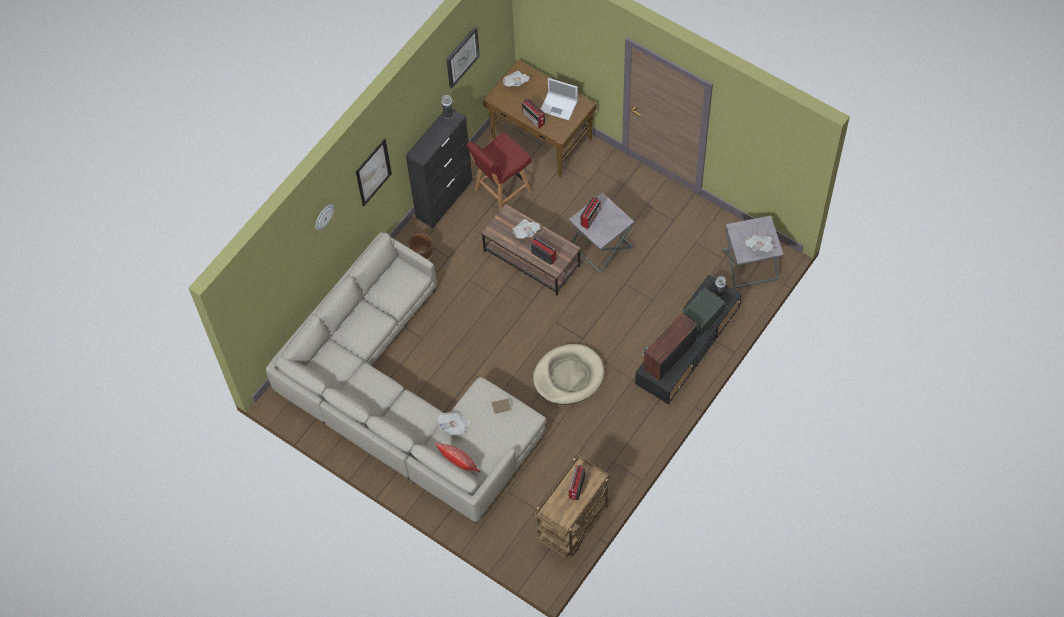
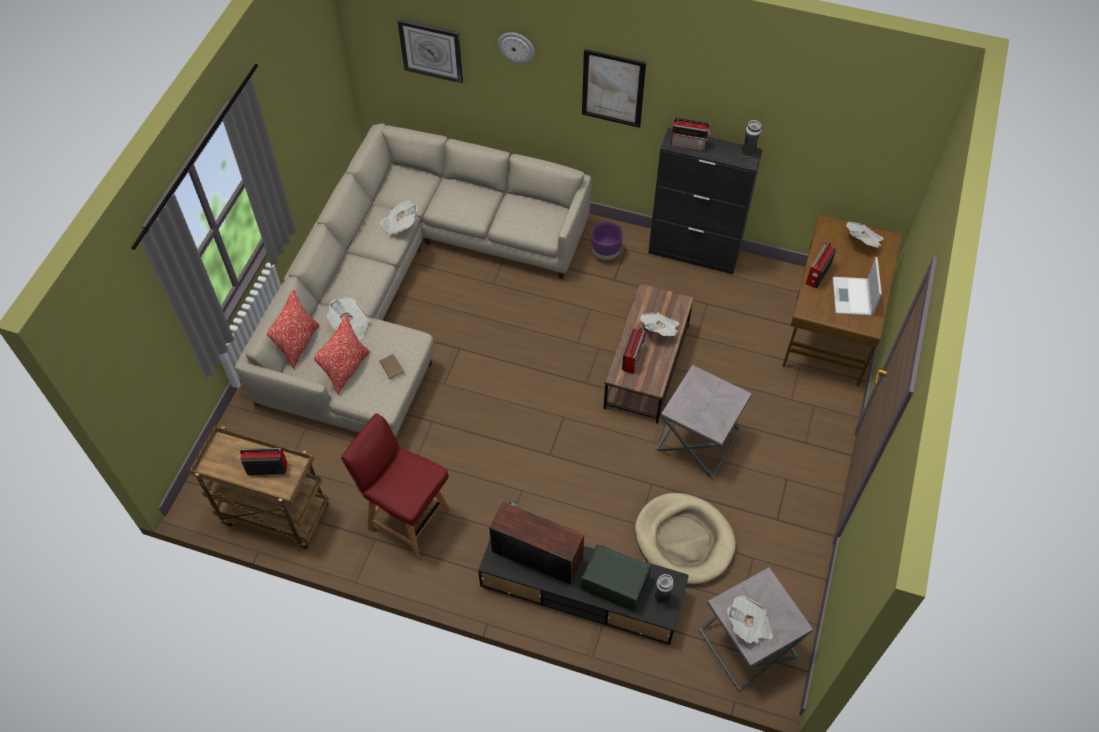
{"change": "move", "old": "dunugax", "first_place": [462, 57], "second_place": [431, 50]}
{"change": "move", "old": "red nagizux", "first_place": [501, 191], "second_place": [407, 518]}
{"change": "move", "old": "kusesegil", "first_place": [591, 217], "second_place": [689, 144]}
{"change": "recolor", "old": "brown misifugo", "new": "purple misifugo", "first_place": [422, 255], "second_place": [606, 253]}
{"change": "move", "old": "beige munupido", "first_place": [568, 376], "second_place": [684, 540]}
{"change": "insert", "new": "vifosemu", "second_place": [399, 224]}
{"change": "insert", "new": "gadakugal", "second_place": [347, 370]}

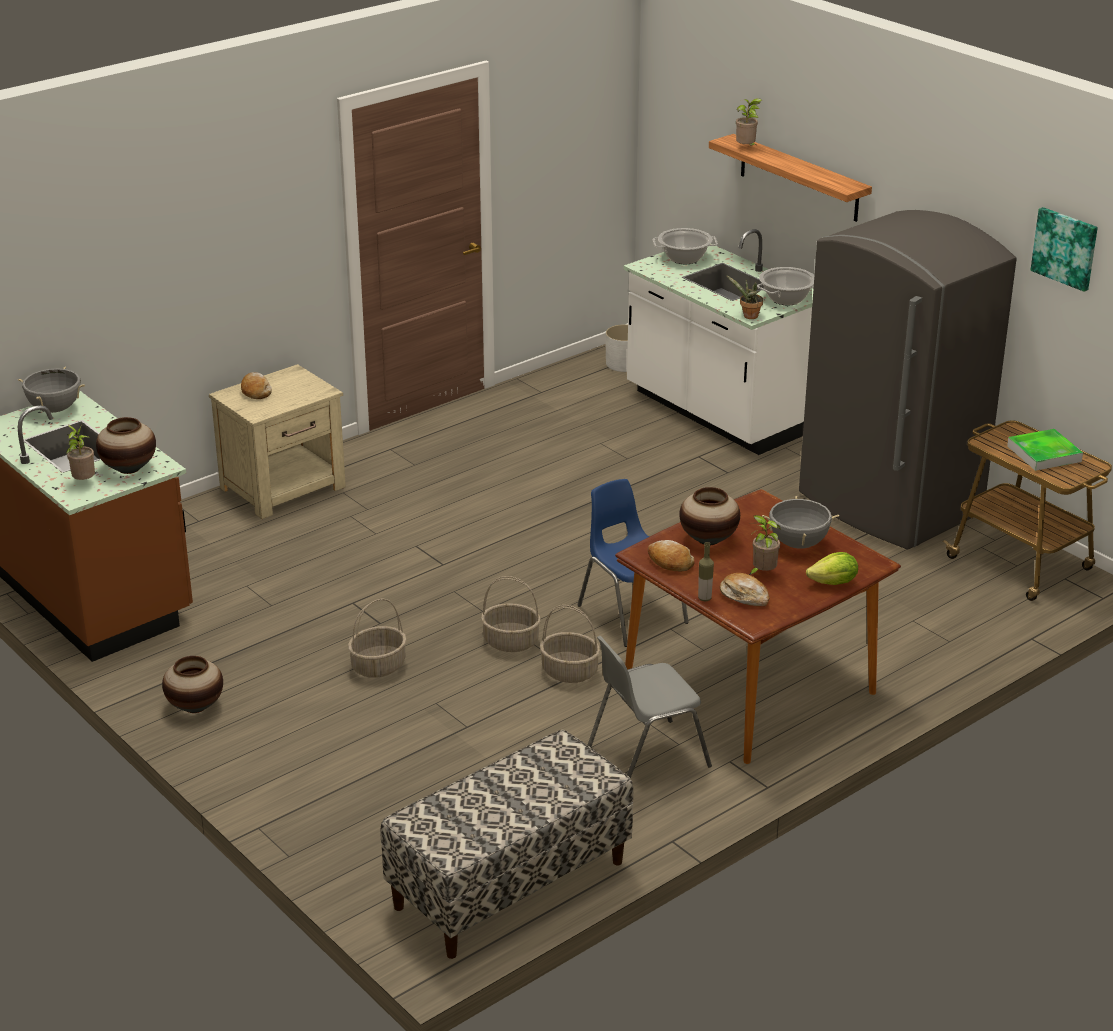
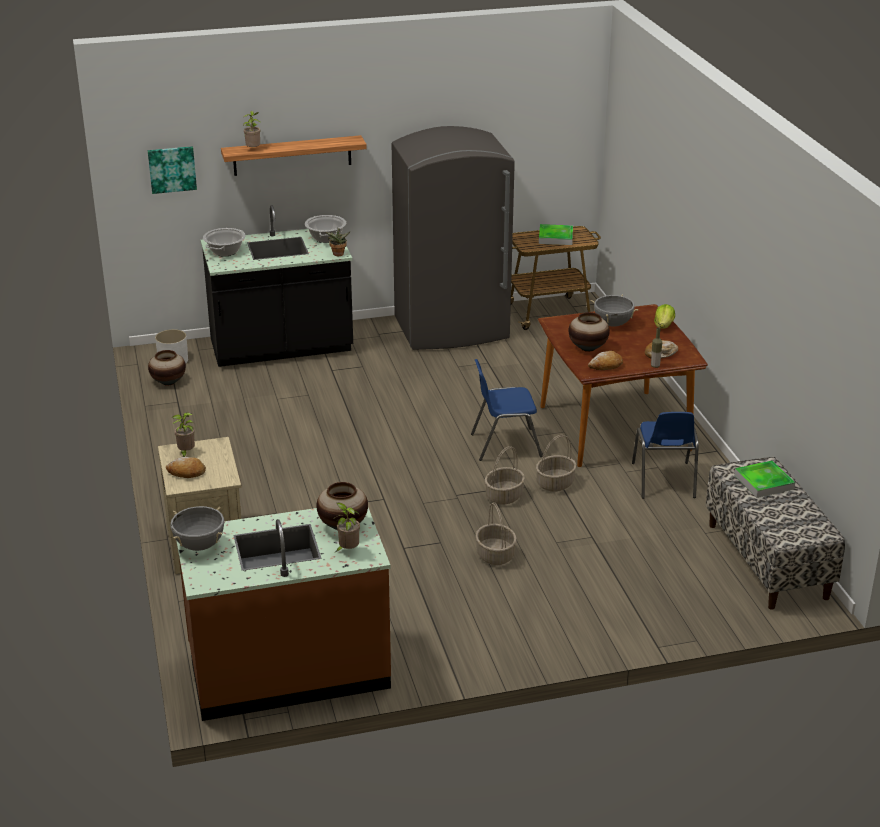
{"change": "move", "old": "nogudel", "first_place": [1065, 248], "second_place": [172, 169]}
{"change": "recolor", "old": "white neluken", "new": "black neluken", "first_place": [718, 412], "second_place": [281, 347]}
{"change": "move", "old": "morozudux", "first_place": [762, 573], "second_place": [186, 453]}
{"change": "recolor", "old": "grey nagizux", "new": "blue nagizux", "first_place": [646, 756], "second_place": [663, 481]}
{"change": "move", "old": "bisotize", "first_place": [195, 706], "second_place": [168, 382]}
{"change": "insert", "new": "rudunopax", "second_place": [764, 482]}

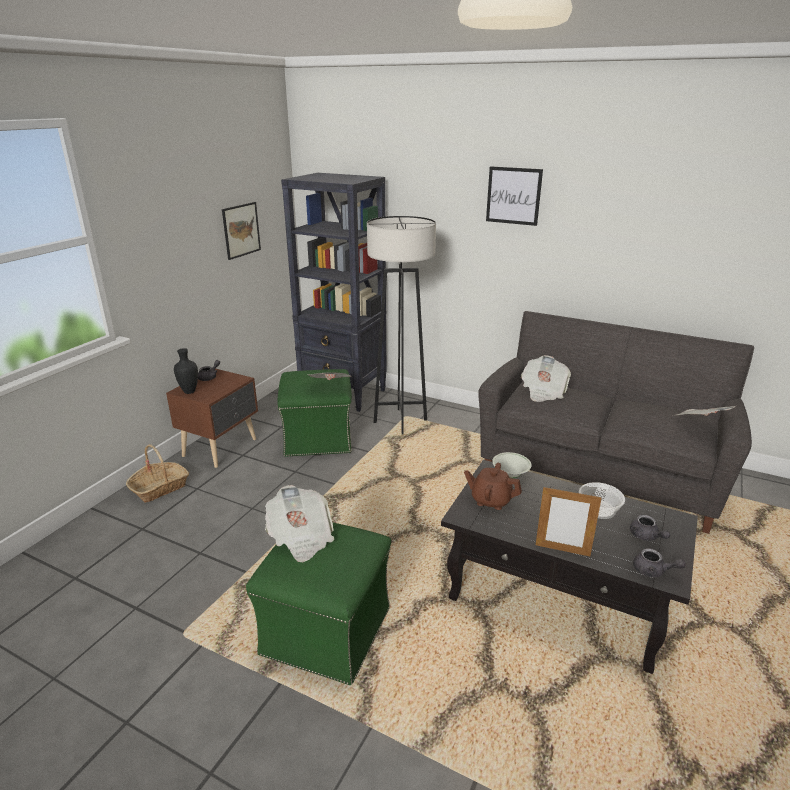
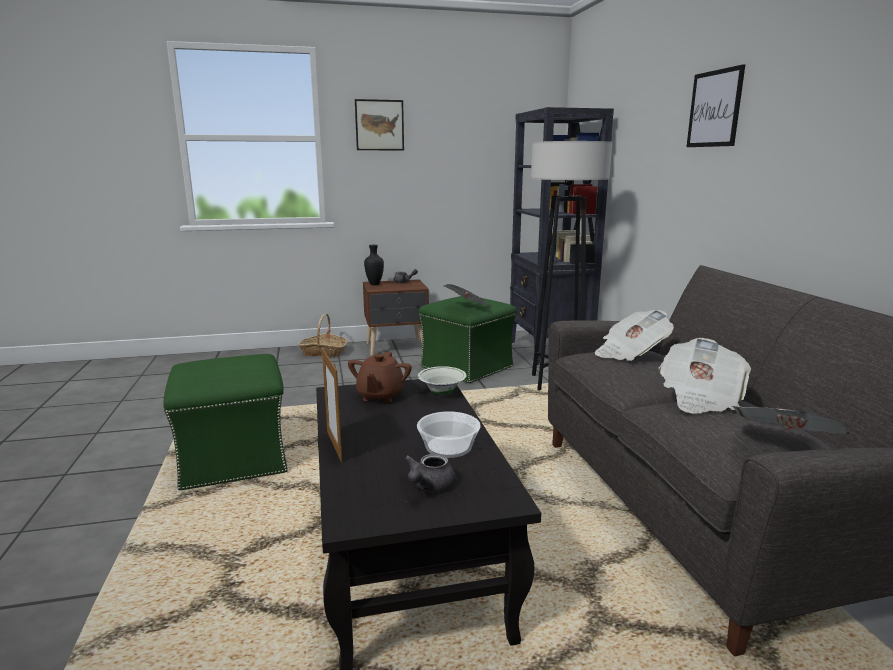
{"change": "move", "old": "nogudel", "first_place": [241, 230], "second_place": [379, 125]}
{"change": "rotate", "old": "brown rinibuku", "first_place": [490, 500], "second_place": [380, 396], "degrees": -150}
{"change": "move", "old": "vifosemu", "first_place": [301, 537], "second_place": [700, 398]}
{"change": "delete", "old": "grey rinibuku", "first_place": [653, 571]}

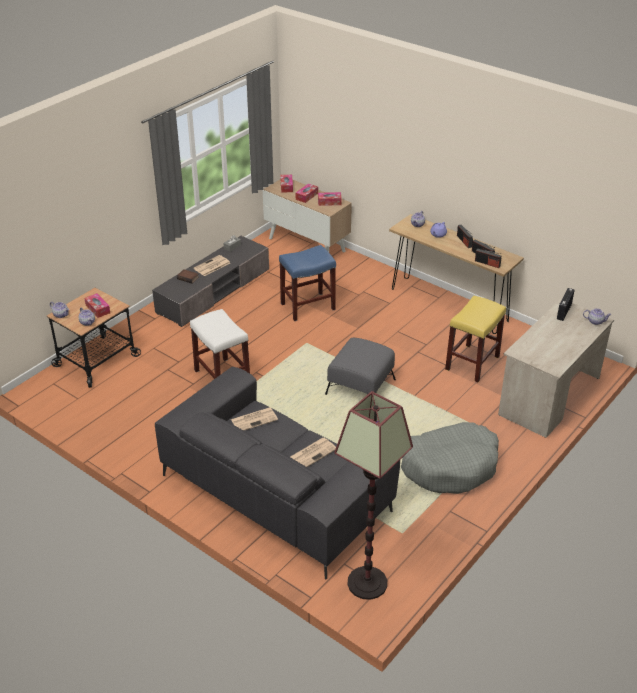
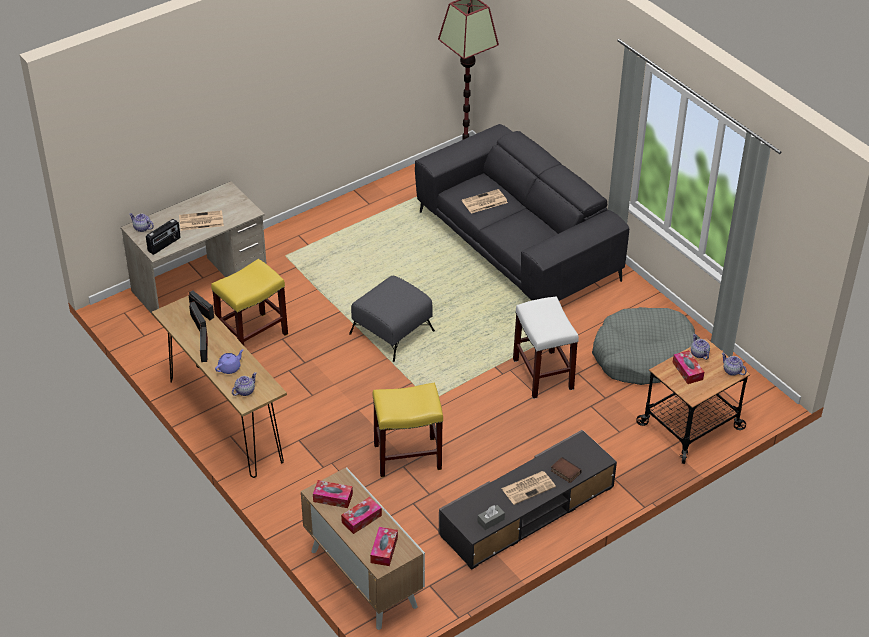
{"change": "recolor", "old": "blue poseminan", "new": "yellow poseminan", "first_place": [308, 306], "second_place": [407, 457]}
{"change": "move", "old": "vifosemu", "first_place": [254, 419], "second_place": [200, 221]}
{"change": "move", "old": "grey munupido", "first_place": [450, 466], "second_place": [644, 356]}

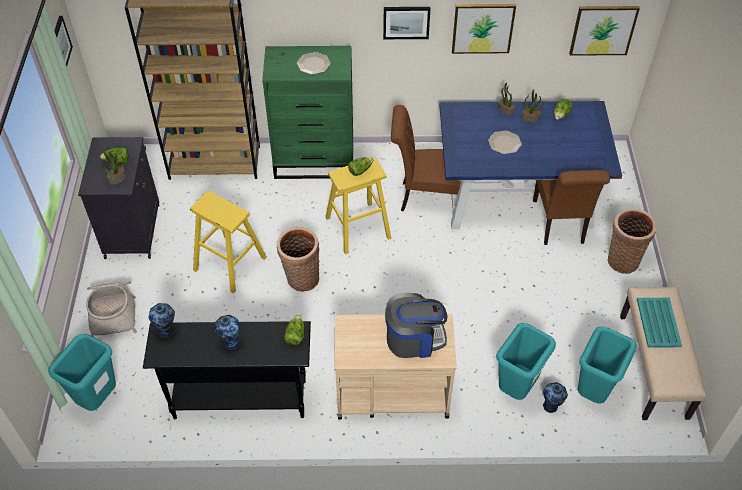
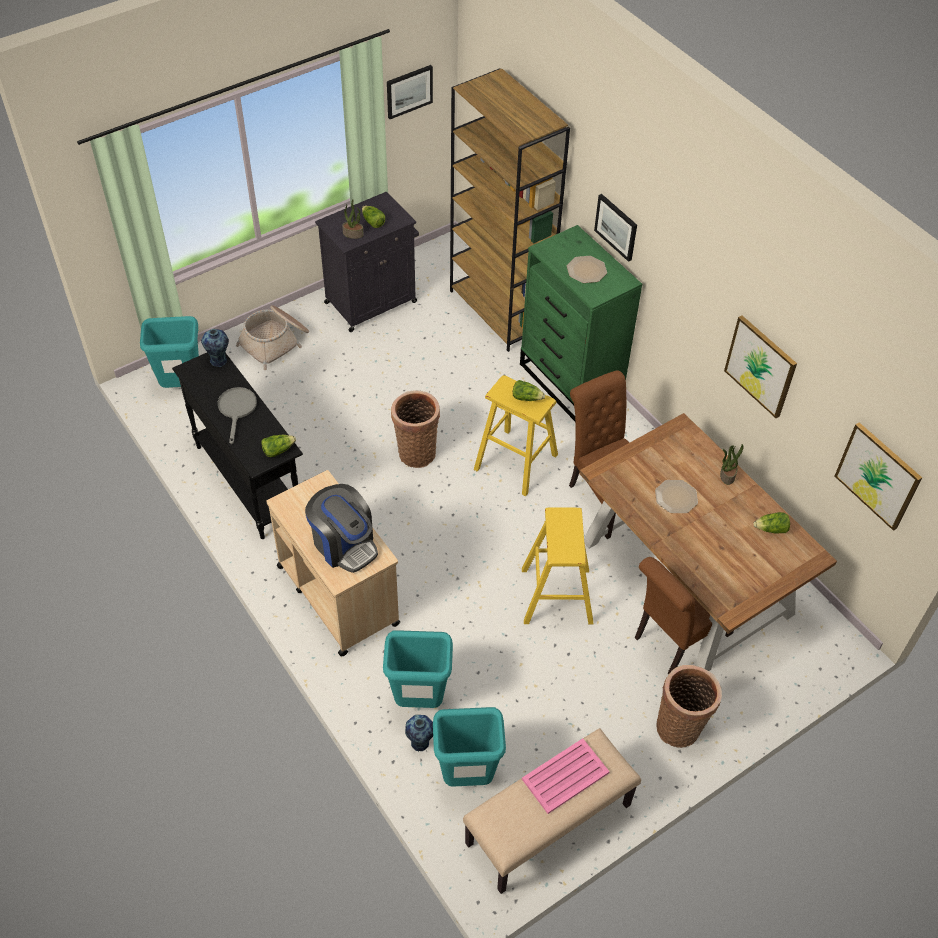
{"change": "move", "old": "nogudel", "first_place": [406, 22], "second_place": [616, 227]}
{"change": "delete", "old": "morozudux", "first_place": [530, 118]}
{"change": "recolor", "old": "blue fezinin", "new": "brown fezinin", "first_place": [516, 194], "second_place": [685, 576]}
{"change": "move", "old": "yellow poseminan", "first_place": [230, 264], "second_place": [557, 596]}
{"change": "recolor", "old": "turquoise rudunopax", "new": "pink rudunopax", "first_place": [658, 322], "second_place": [566, 776]}
{"change": "replace", "old": "bisotize", "new": "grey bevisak", "first_place": [230, 342], "second_place": [237, 409]}

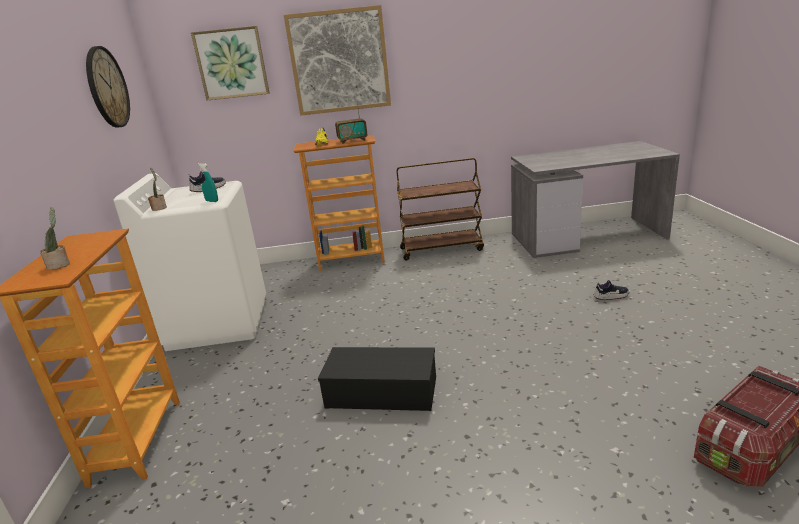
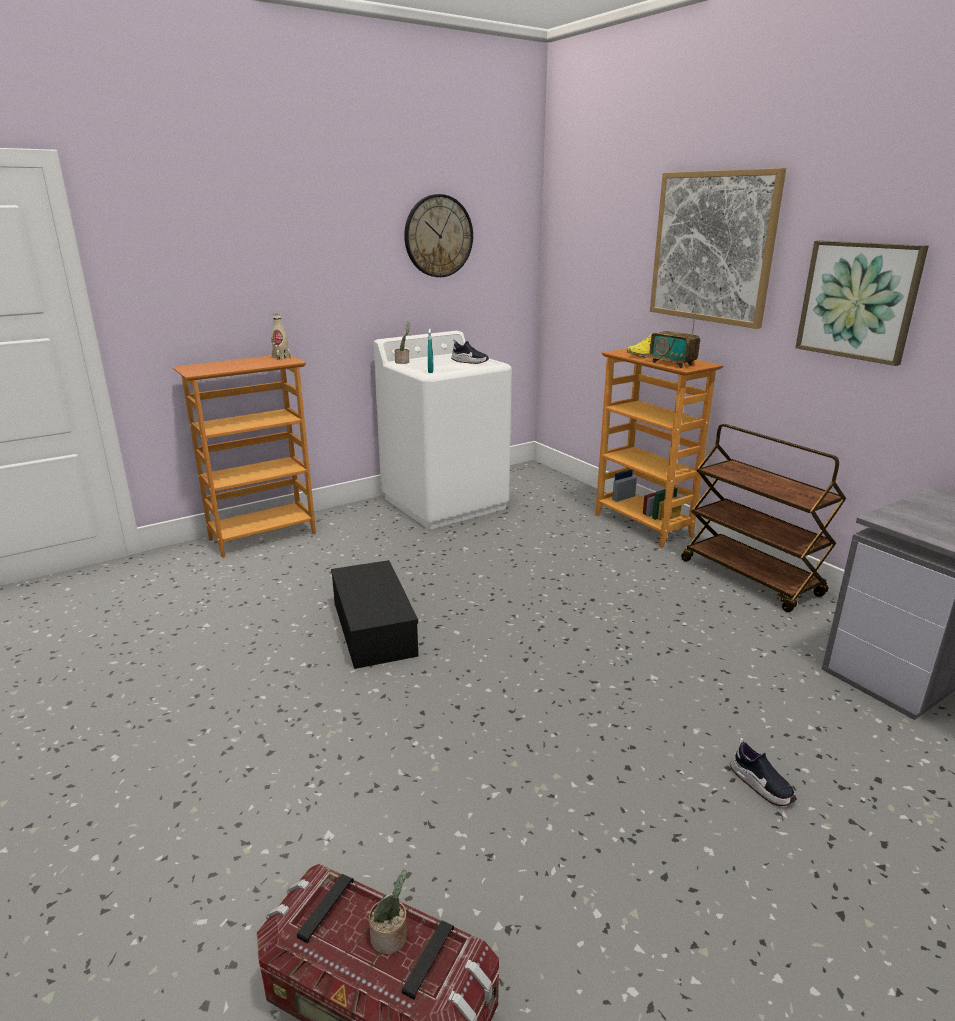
{"change": "move", "old": "nogudel", "first_place": [231, 63], "second_place": [858, 301]}
{"change": "move", "old": "morozudux", "first_place": [60, 265], "second_place": [391, 938]}
{"change": "insert", "new": "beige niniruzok", "second_place": [281, 357]}

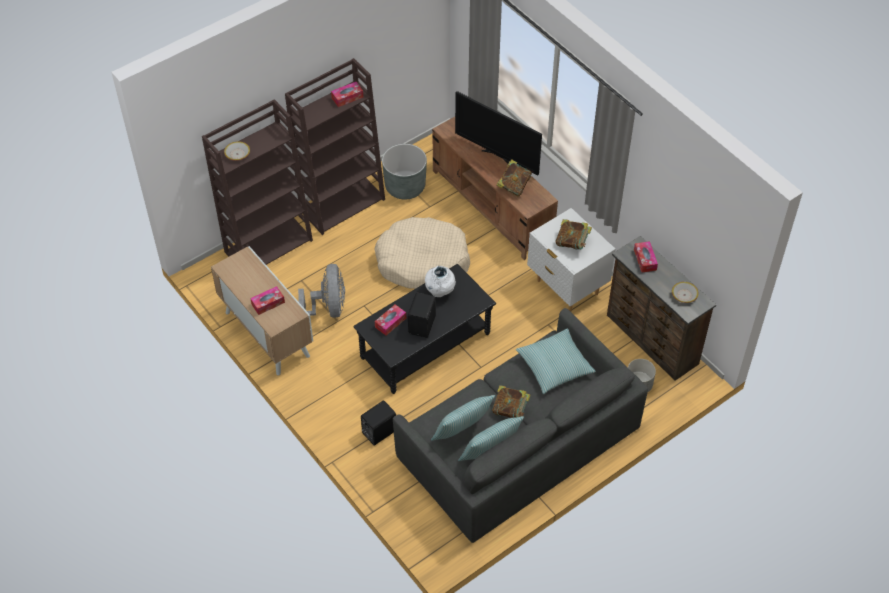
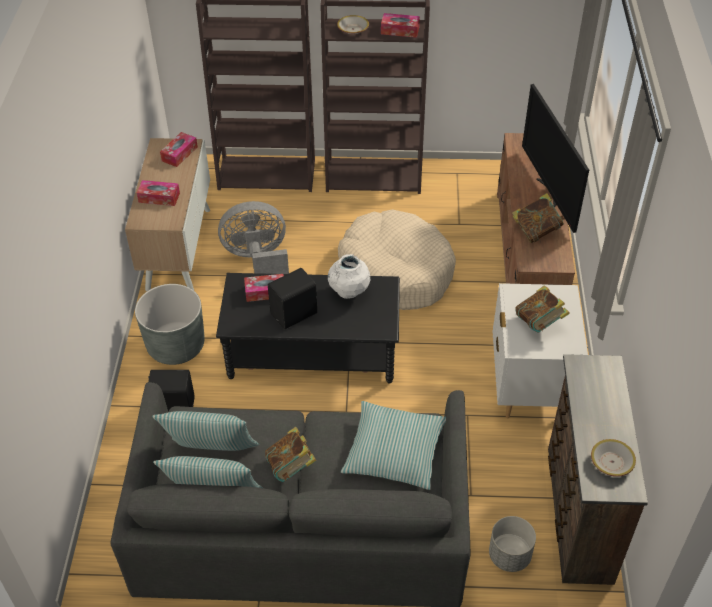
{"change": "move", "old": "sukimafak", "first_place": [237, 154], "second_place": [353, 29]}
{"change": "move", "old": "grey misifugo", "first_place": [405, 187], "second_place": [176, 345]}
{"change": "move", "old": "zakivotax", "first_place": [645, 260], "second_place": [179, 154]}
{"change": "rotate", "old": "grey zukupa", "first_place": [328, 309], "second_place": [258, 259], "degrees": -135}

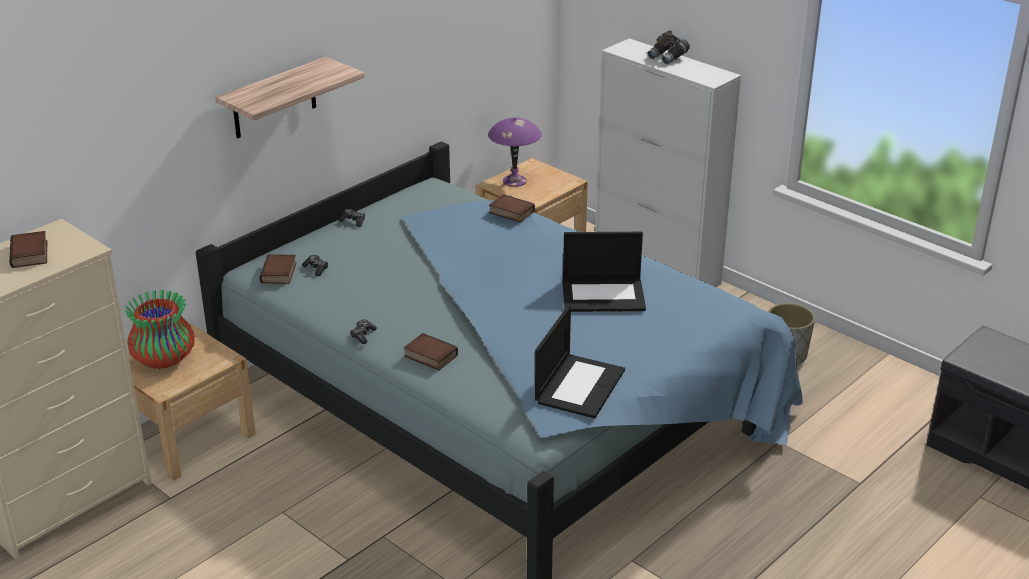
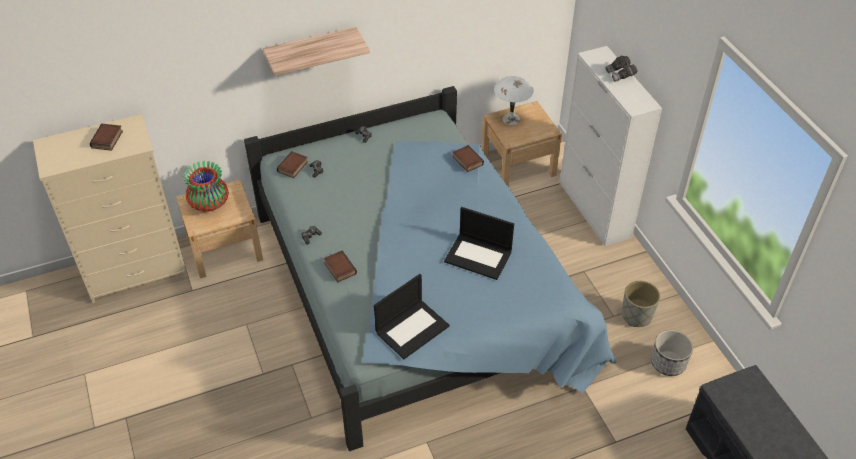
{"change": "recolor", "old": "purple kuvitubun", "new": "white kuvitubun", "first_place": [515, 181], "second_place": [511, 119]}
{"change": "insert", "new": "misifugo", "second_place": [668, 363]}

